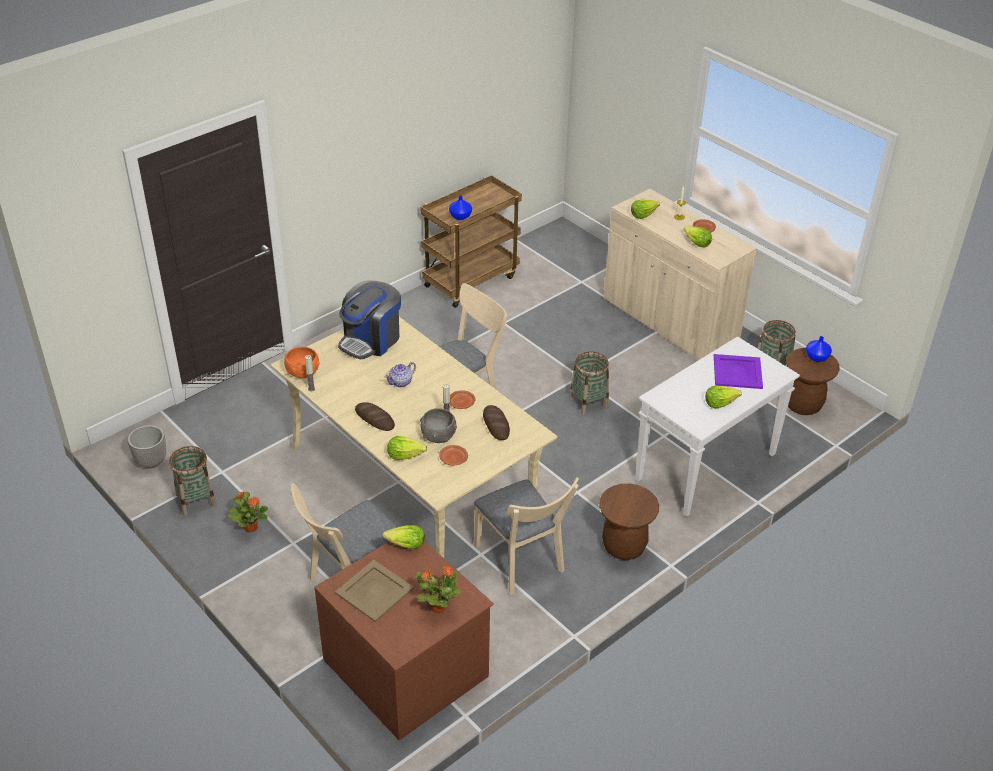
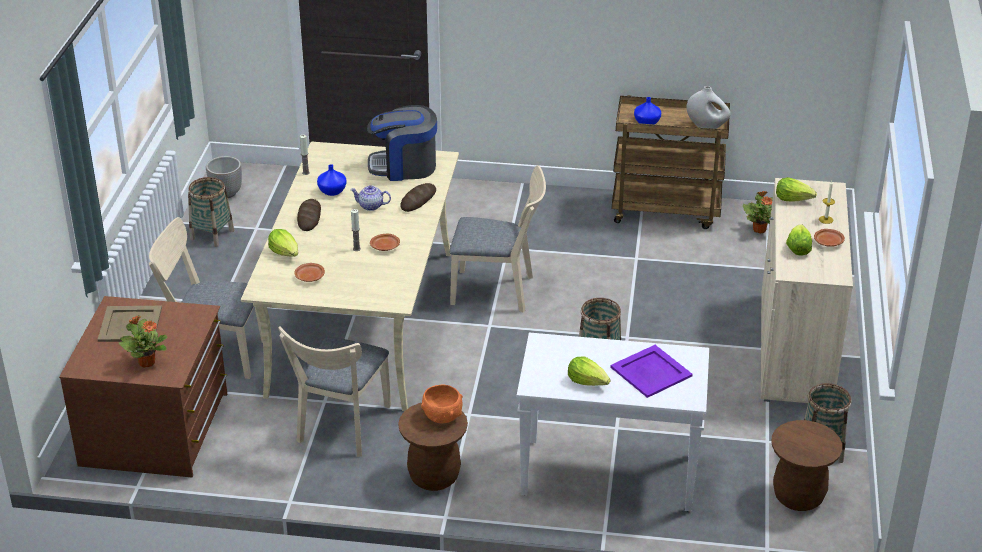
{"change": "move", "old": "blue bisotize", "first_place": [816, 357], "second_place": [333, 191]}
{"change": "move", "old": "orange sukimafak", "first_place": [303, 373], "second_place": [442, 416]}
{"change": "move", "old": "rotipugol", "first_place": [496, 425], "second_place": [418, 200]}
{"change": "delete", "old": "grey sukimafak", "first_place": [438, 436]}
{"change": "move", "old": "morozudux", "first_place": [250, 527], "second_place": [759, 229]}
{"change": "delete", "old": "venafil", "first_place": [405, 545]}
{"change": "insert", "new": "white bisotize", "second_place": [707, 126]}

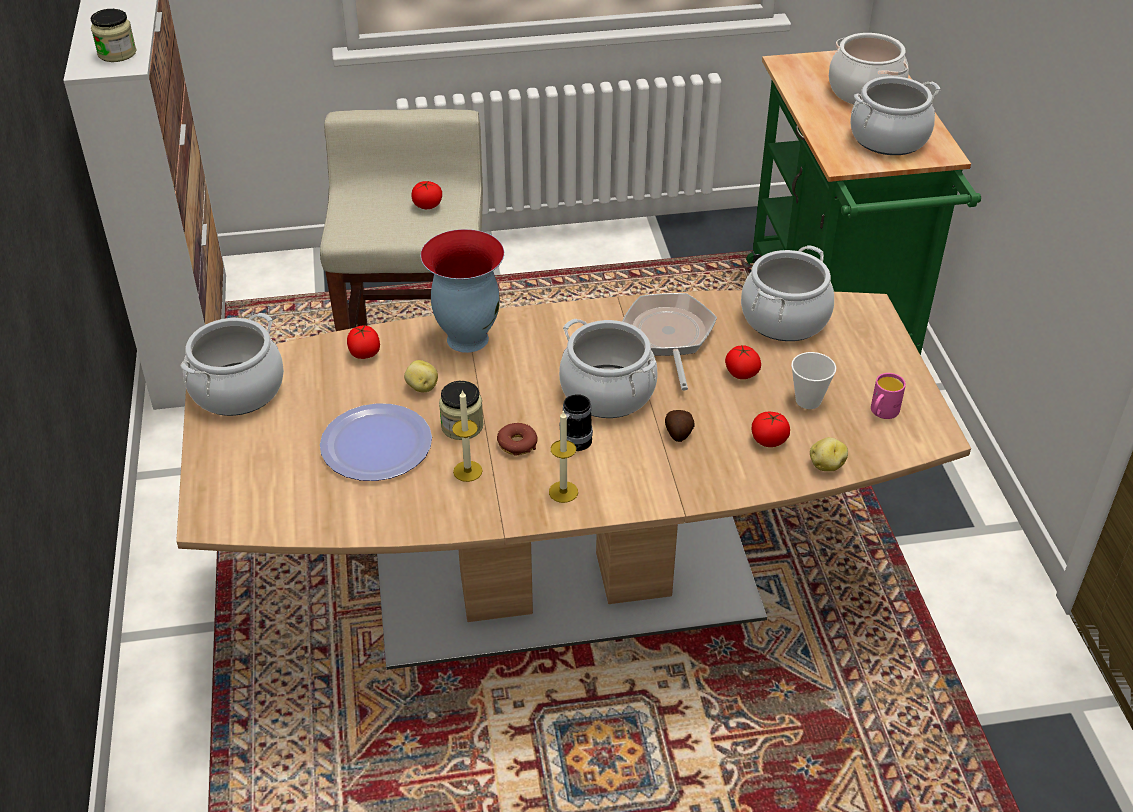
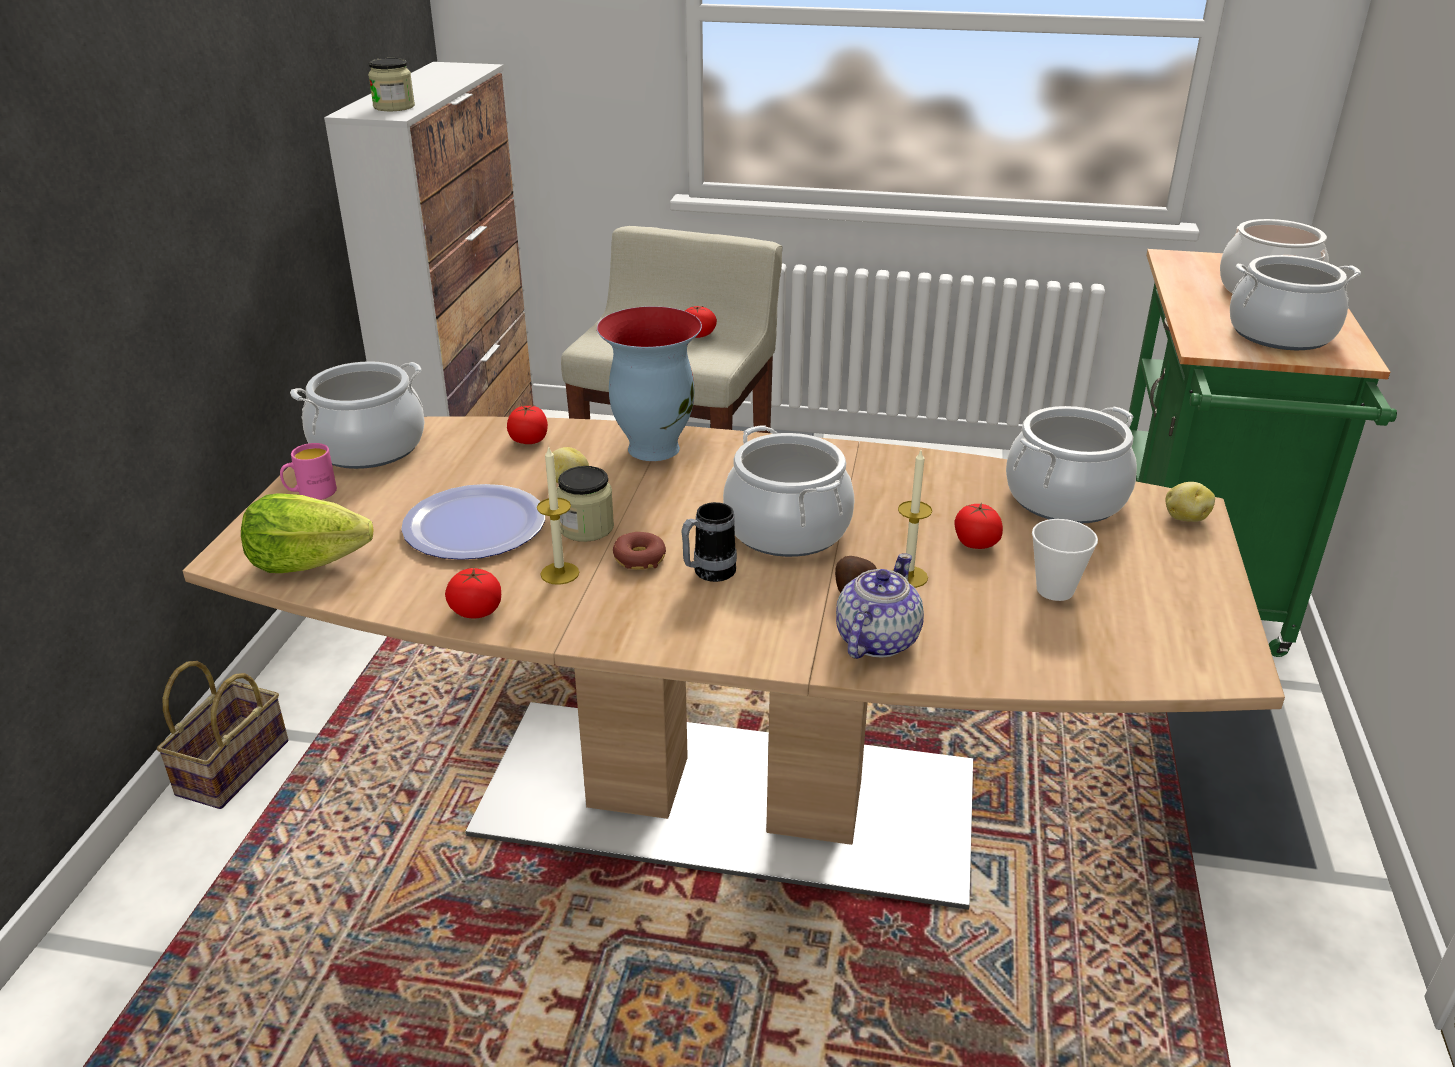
{"change": "delete", "old": "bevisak", "first_place": [669, 337]}
{"change": "move", "old": "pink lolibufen", "first_place": [882, 413], "second_place": [311, 494]}
{"change": "move", "old": "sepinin", "first_place": [563, 492], "second_place": [908, 577]}
{"change": "move", "old": "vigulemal", "first_place": [769, 440], "second_place": [476, 611]}
{"change": "move", "old": "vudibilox", "first_place": [826, 465], "second_place": [1185, 518]}
{"change": "insert", "new": "venafil", "second_place": [307, 563]}
{"change": "insert", "new": "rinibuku", "second_place": [875, 640]}
{"change": "insert", "new": "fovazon", "second_place": [233, 765]}

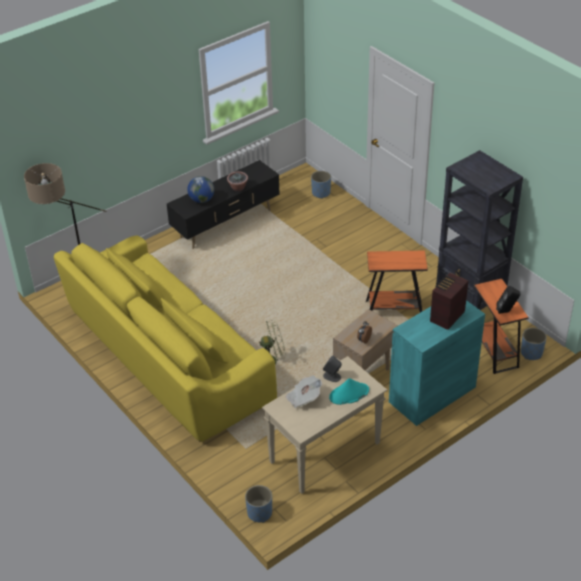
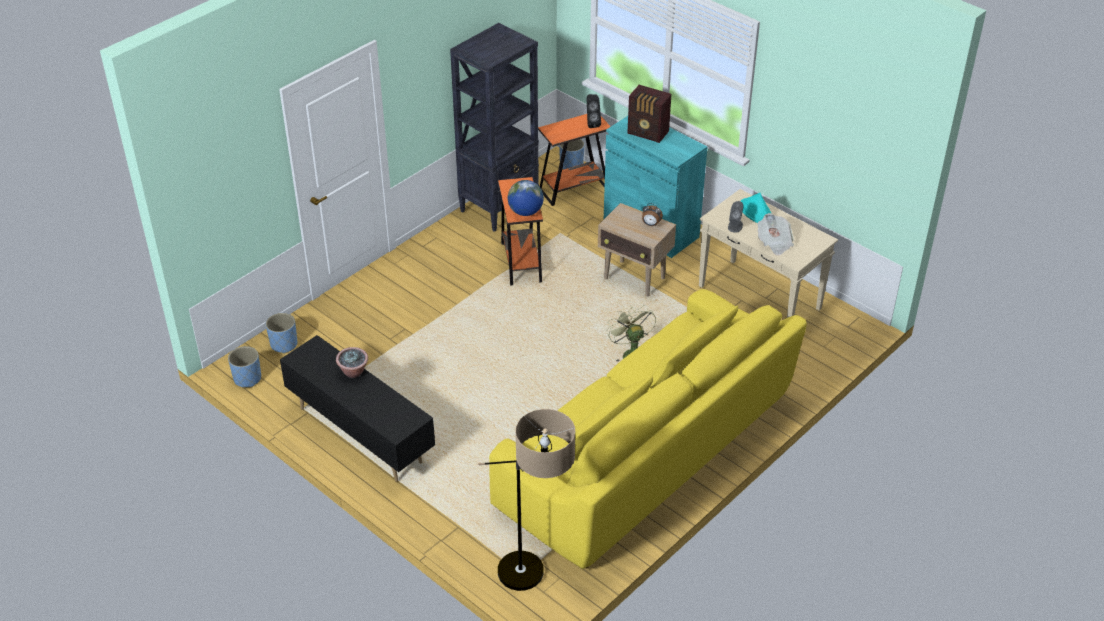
{"change": "move", "old": "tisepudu", "first_place": [201, 200], "second_place": [525, 212]}
{"change": "move", "old": "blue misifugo", "first_place": [259, 513], "second_place": [247, 378]}

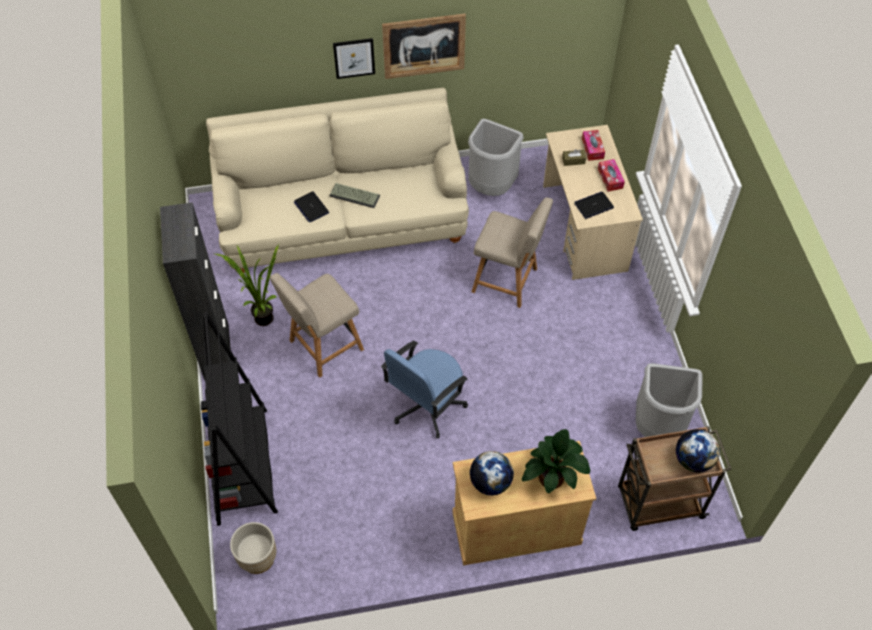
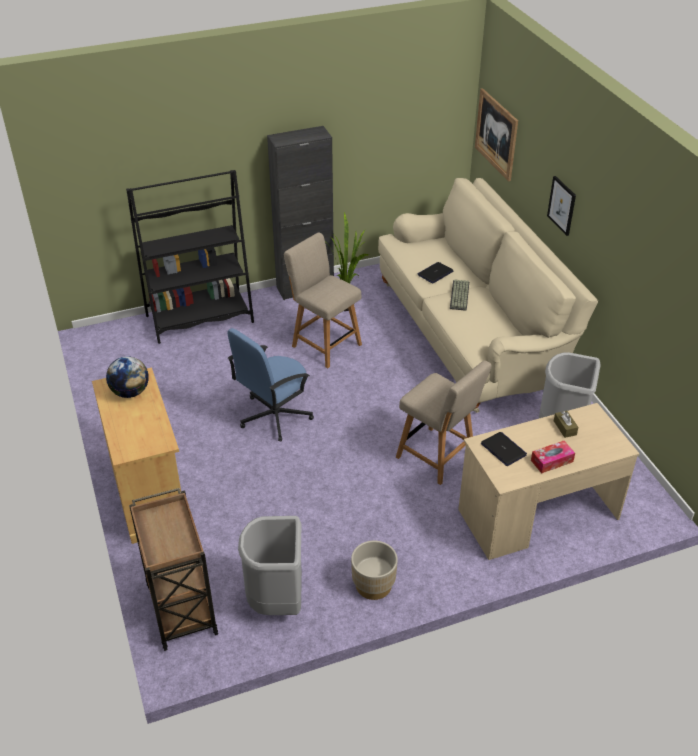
{"change": "move", "old": "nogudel", "first_place": [424, 46], "second_place": [496, 134]}
{"change": "delete", "old": "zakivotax", "first_place": [592, 148]}
{"change": "rotate", "old": "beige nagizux", "first_place": [508, 281], "second_place": [438, 457], "degrees": -60}
{"change": "rotate", "old": "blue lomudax", "first_place": [426, 405], "second_place": [274, 416], "degrees": -75}
{"change": "delete", "old": "morozudux", "first_place": [553, 476]}
{"change": "delete", "old": "tisepudu", "first_place": [693, 460]}
{"change": "move", "old": "beige misifugo", "first_place": [257, 557], "second_place": [373, 585]}

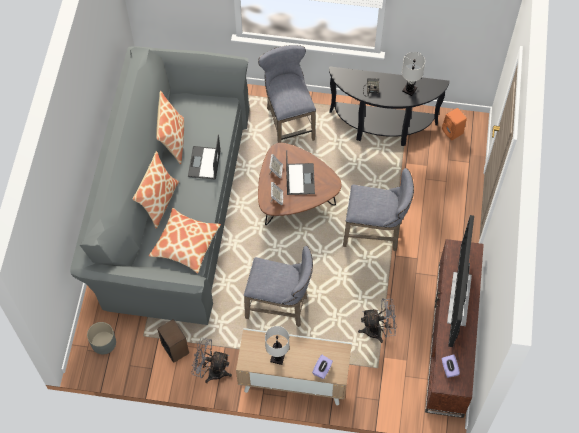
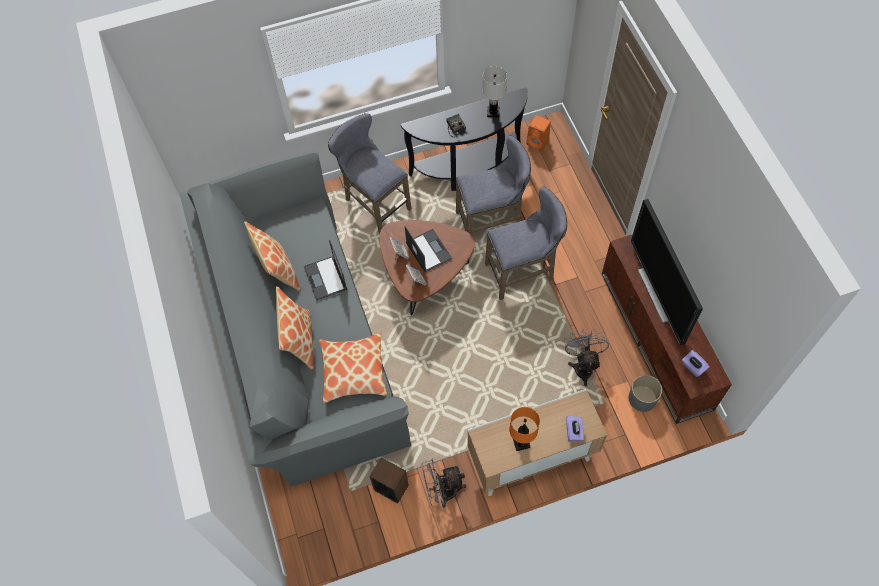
{"change": "move", "old": "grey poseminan", "first_place": [280, 307], "second_place": [492, 222]}
{"change": "rotate", "old": "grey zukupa", "first_place": [378, 330], "second_place": [583, 365], "degrees": -60}
{"change": "move", "old": "grey misifugo", "first_place": [103, 342], "second_place": [642, 398]}
{"change": "recolor", "old": "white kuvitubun", "new": "orange kuvitubun", "first_place": [277, 358], "second_place": [521, 443]}

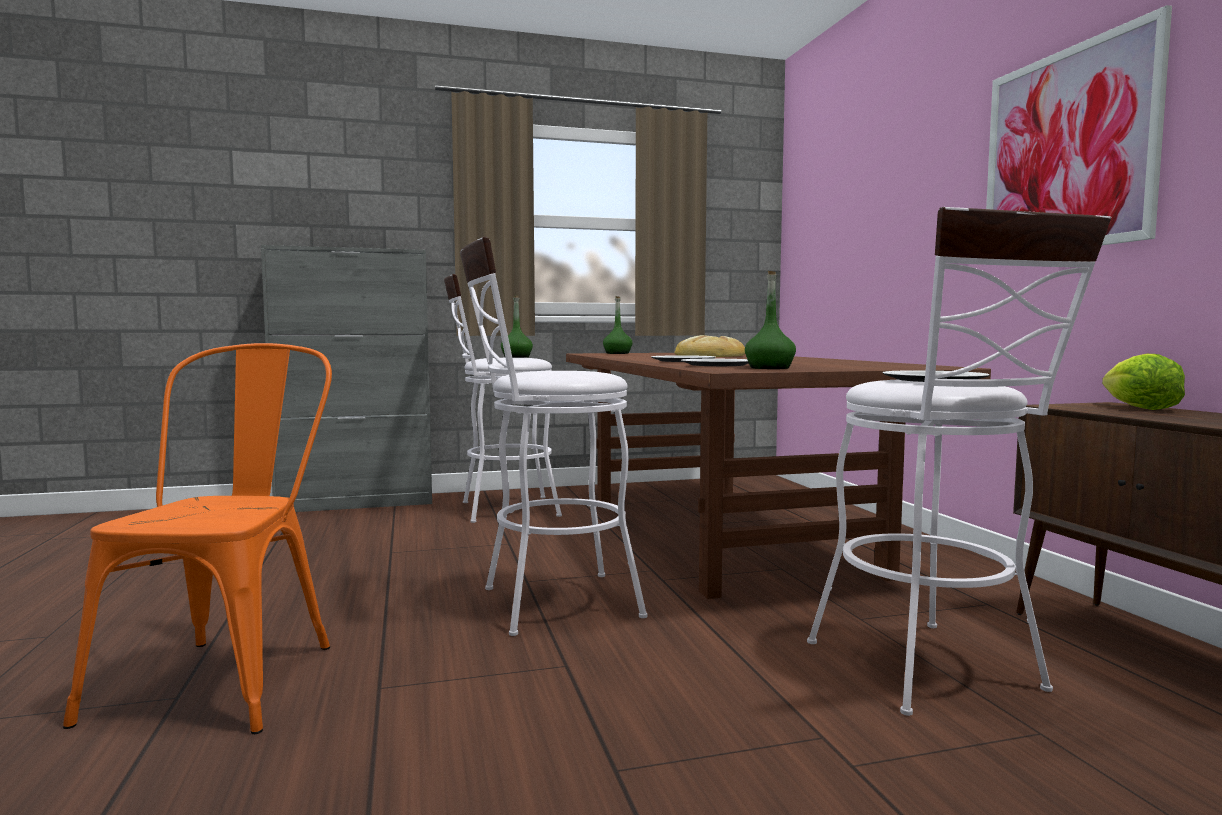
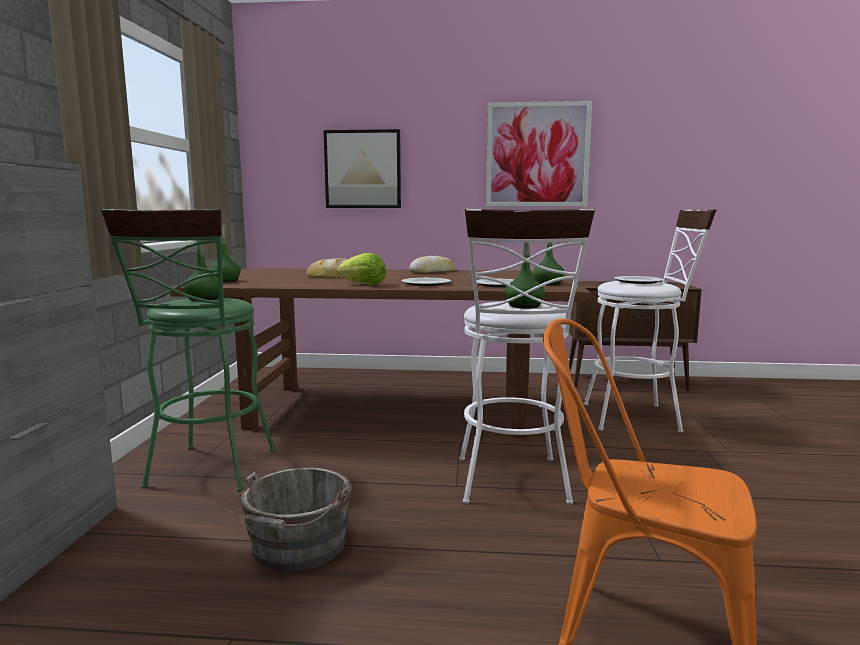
{"change": "recolor", "old": "white poseminan", "new": "green poseminan", "first_place": [500, 509], "second_place": [208, 472]}
{"change": "move", "old": "venafil", "first_place": [1138, 408], "second_place": [363, 284]}
{"change": "insert", "new": "nogudel", "second_place": [363, 169]}
{"change": "insert", "new": "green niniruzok", "second_place": [524, 306]}
{"change": "insert", "new": "rotipugol", "second_place": [432, 272]}
{"change": "insert", "new": "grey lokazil", "second_place": [296, 547]}

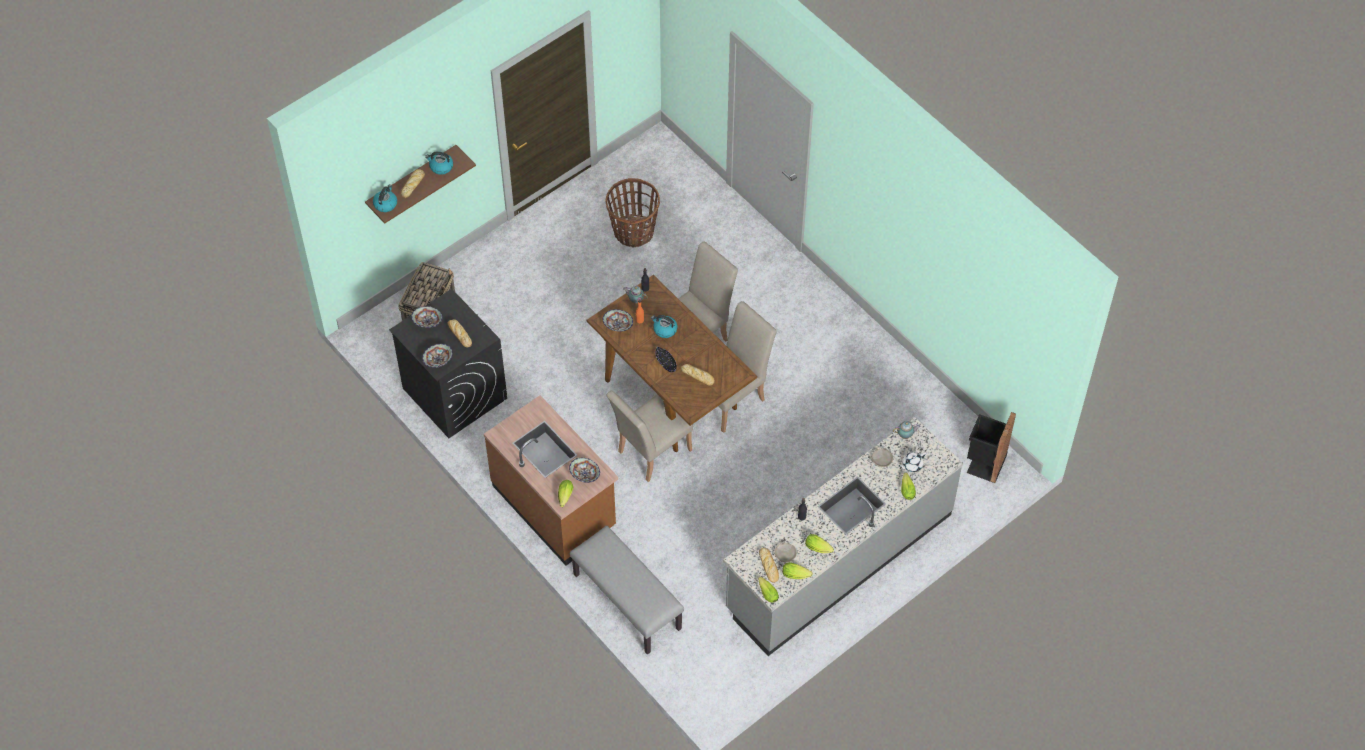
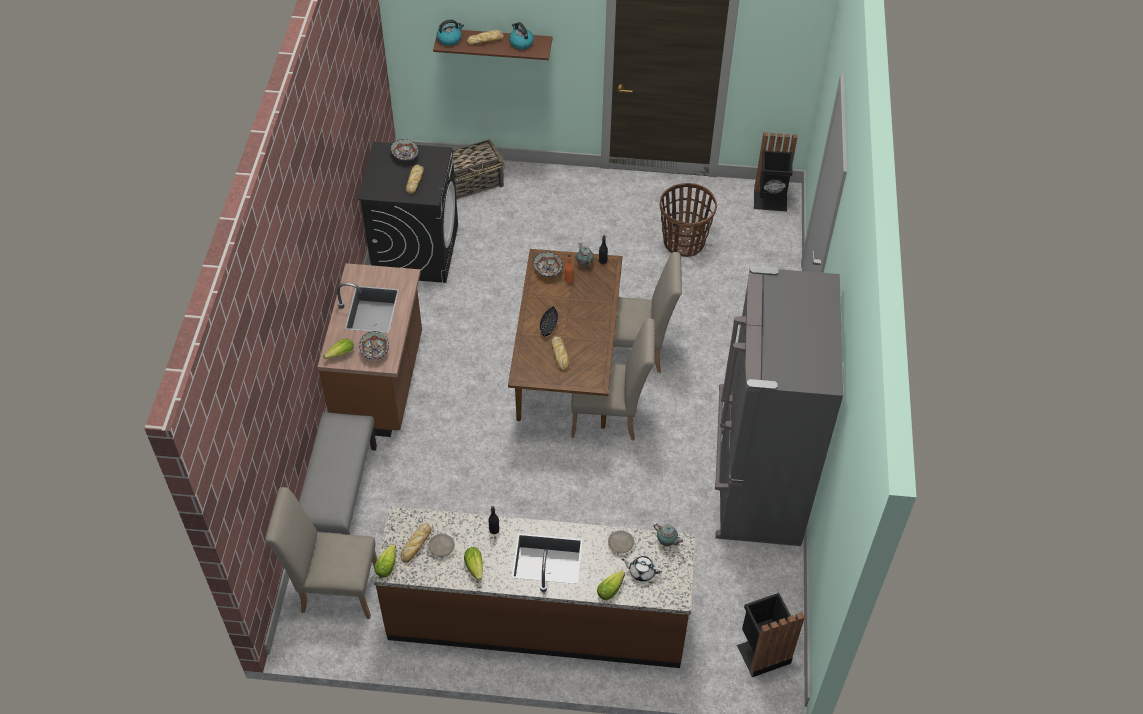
{"change": "delete", "old": "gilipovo", "first_place": [664, 330]}
{"change": "delete", "old": "sukimafak", "first_place": [438, 360]}
{"change": "move", "old": "beige nagizux", "first_place": [650, 453], "second_place": [334, 589]}
{"change": "recolor", "old": "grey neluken", "new": "brown neluken", "first_place": [838, 561], "second_place": [537, 617]}
{"change": "delete", "old": "venafil", "first_place": [797, 575]}
{"change": "insert", "new": "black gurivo", "second_place": [770, 201]}
{"change": "insert", "new": "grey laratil", "second_place": [755, 486]}

